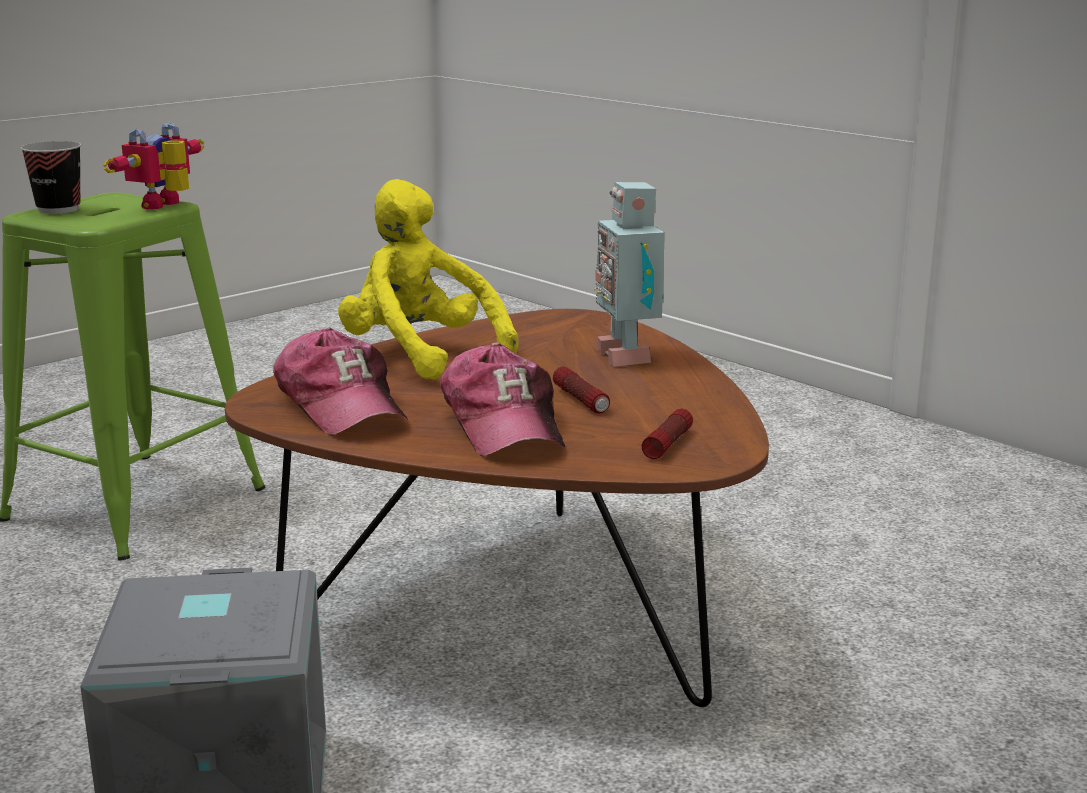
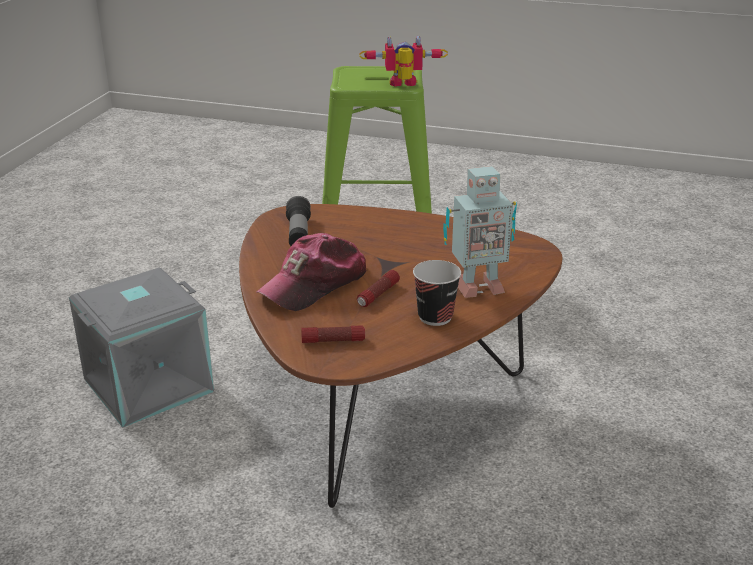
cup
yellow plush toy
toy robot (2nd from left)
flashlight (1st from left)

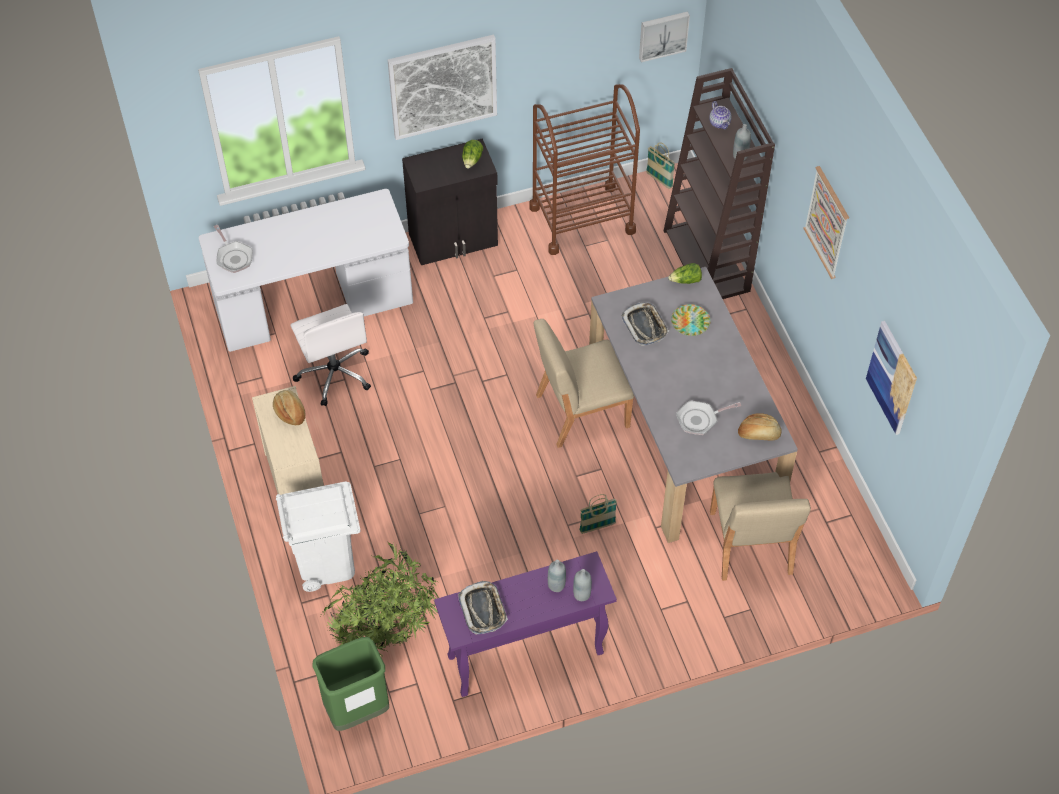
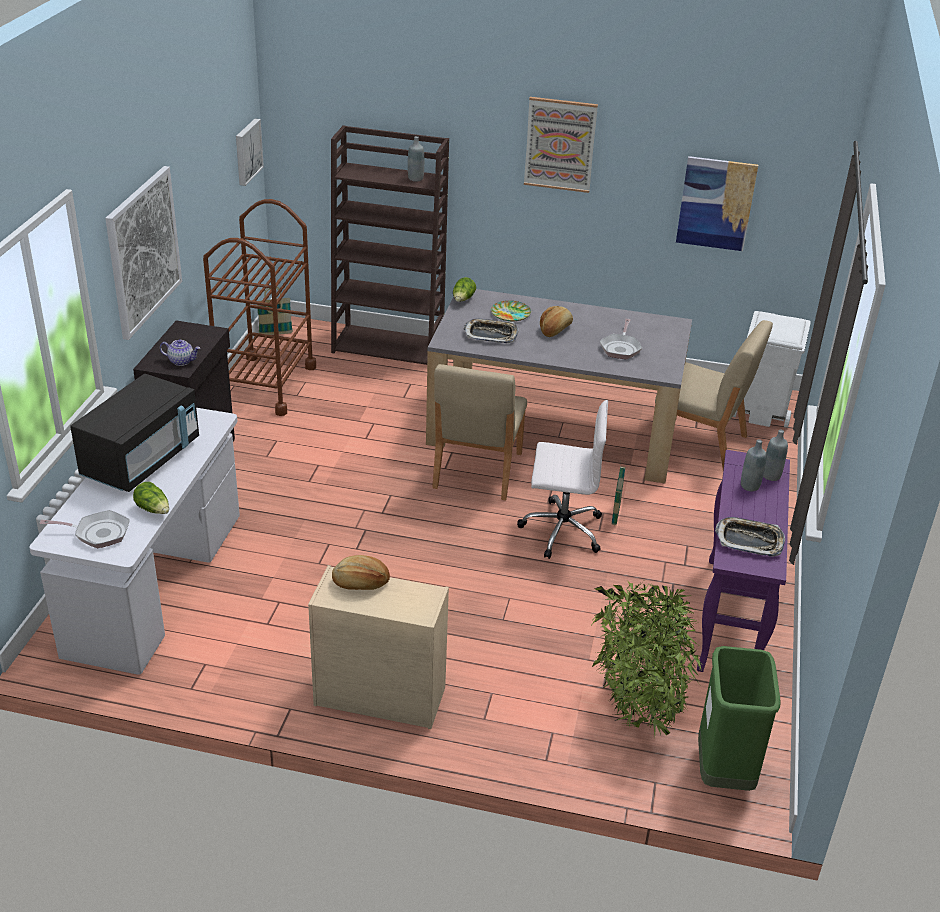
teapot
lettuce (1st from left)
white office chair
bread (2nd from left)
white trash can
black microwave

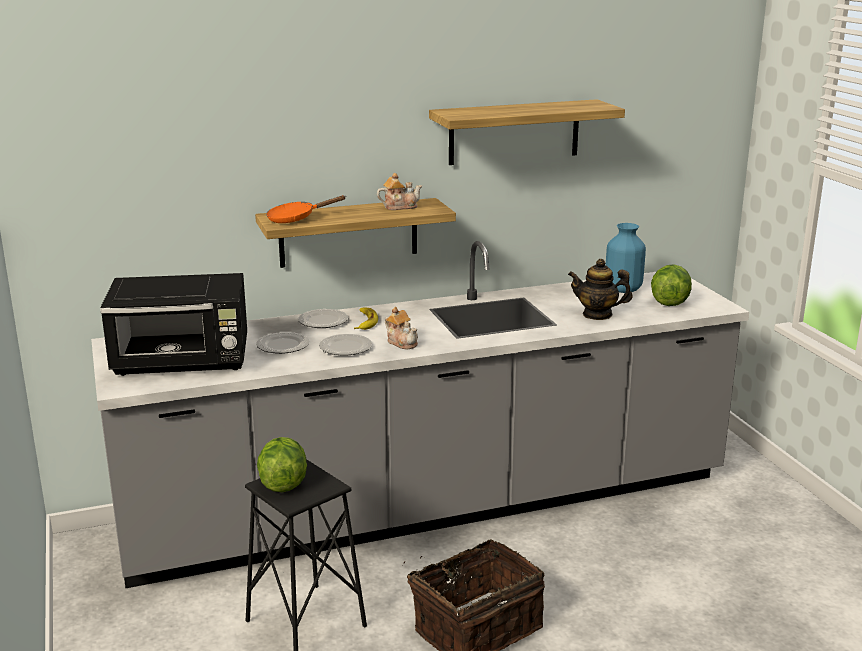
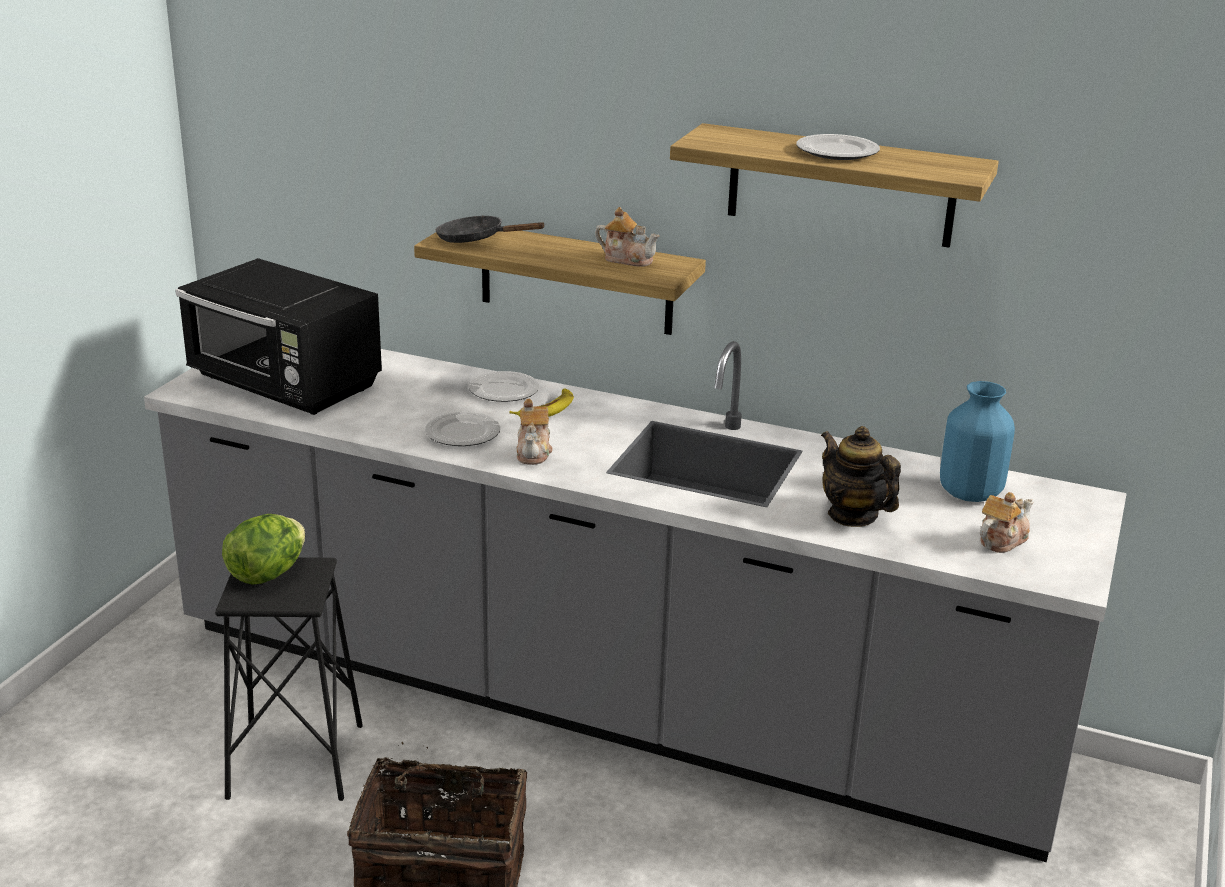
black frying pan
teapot (4th from left)
plate (3rd from left)

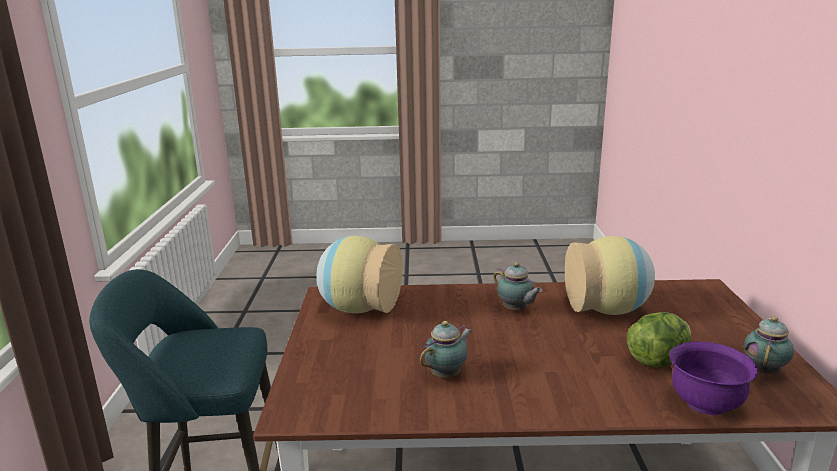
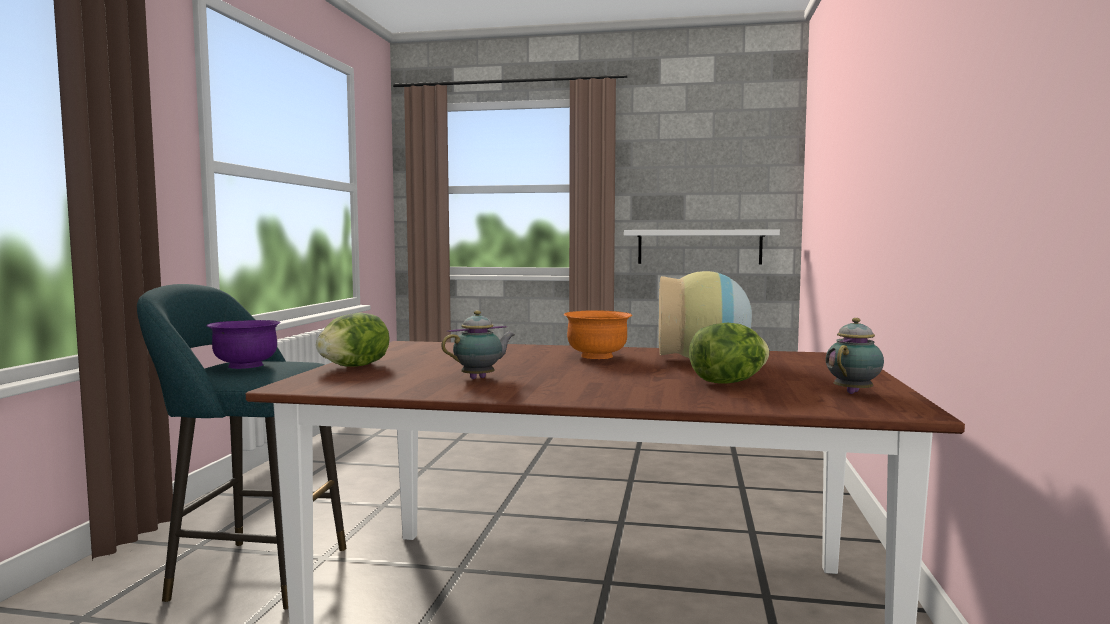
vase (1st from left in the first image)
orange bowl
purple bowl
white shelf
lettuce (1st from left)

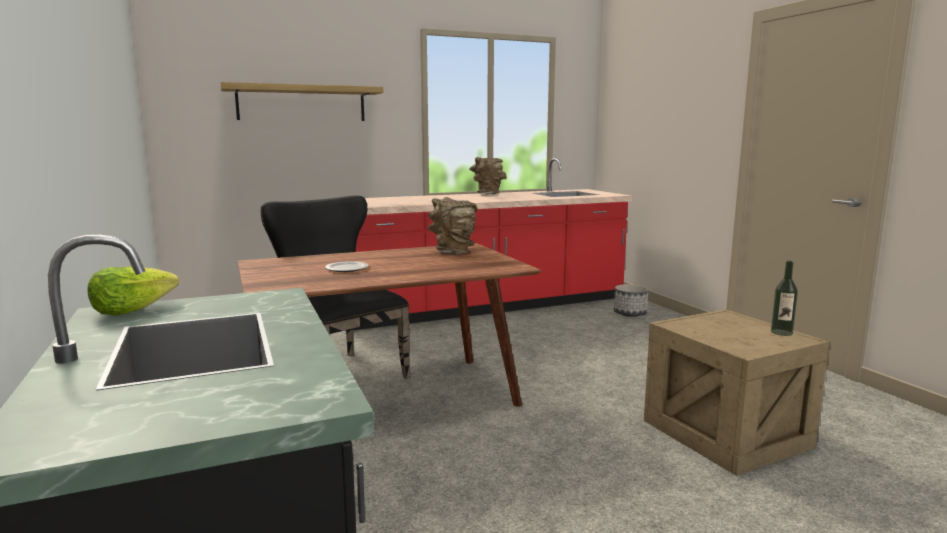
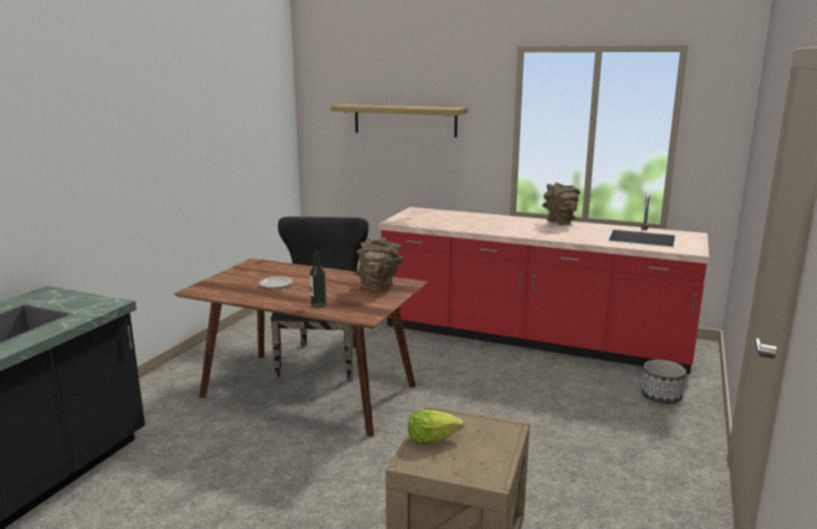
bottle
lettuce

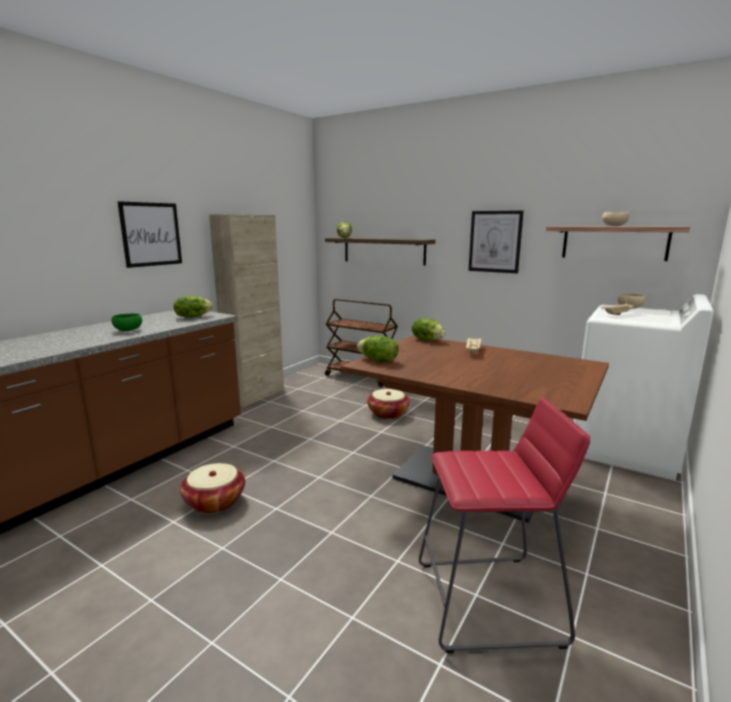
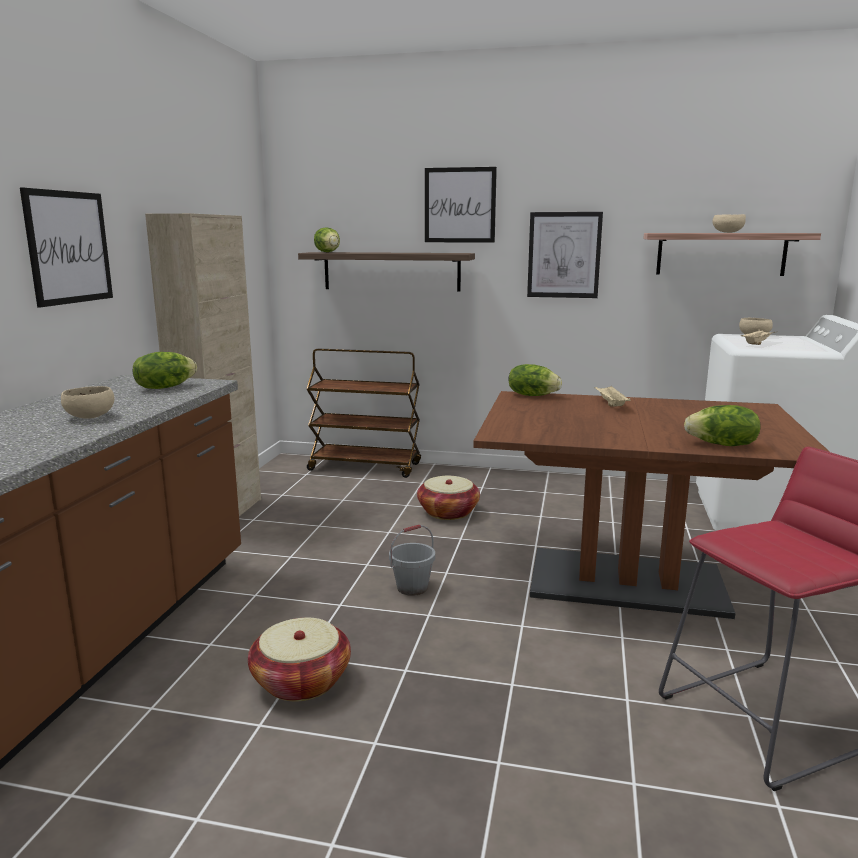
beige bowl (1st from left)
lettuce (4th from left)
picture (2nd from left)
grey bucket

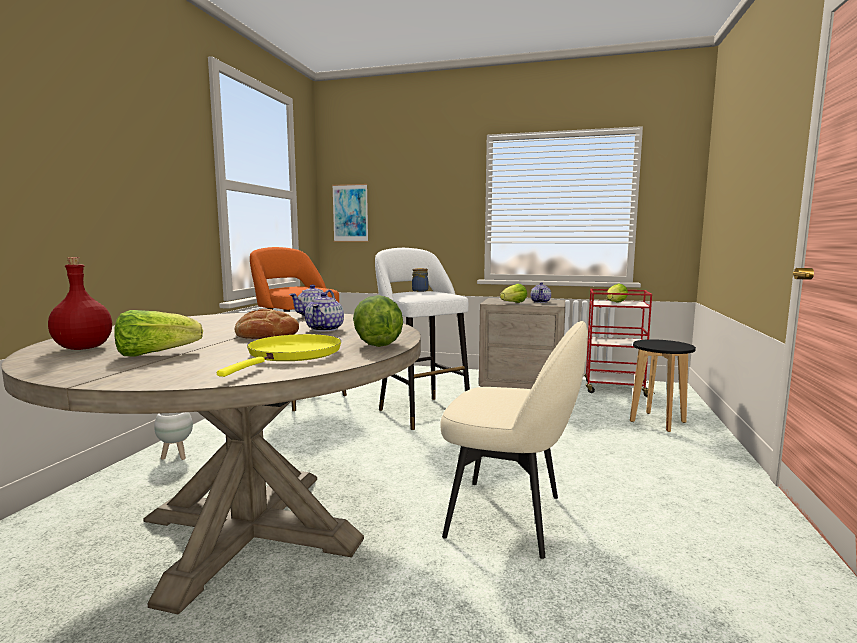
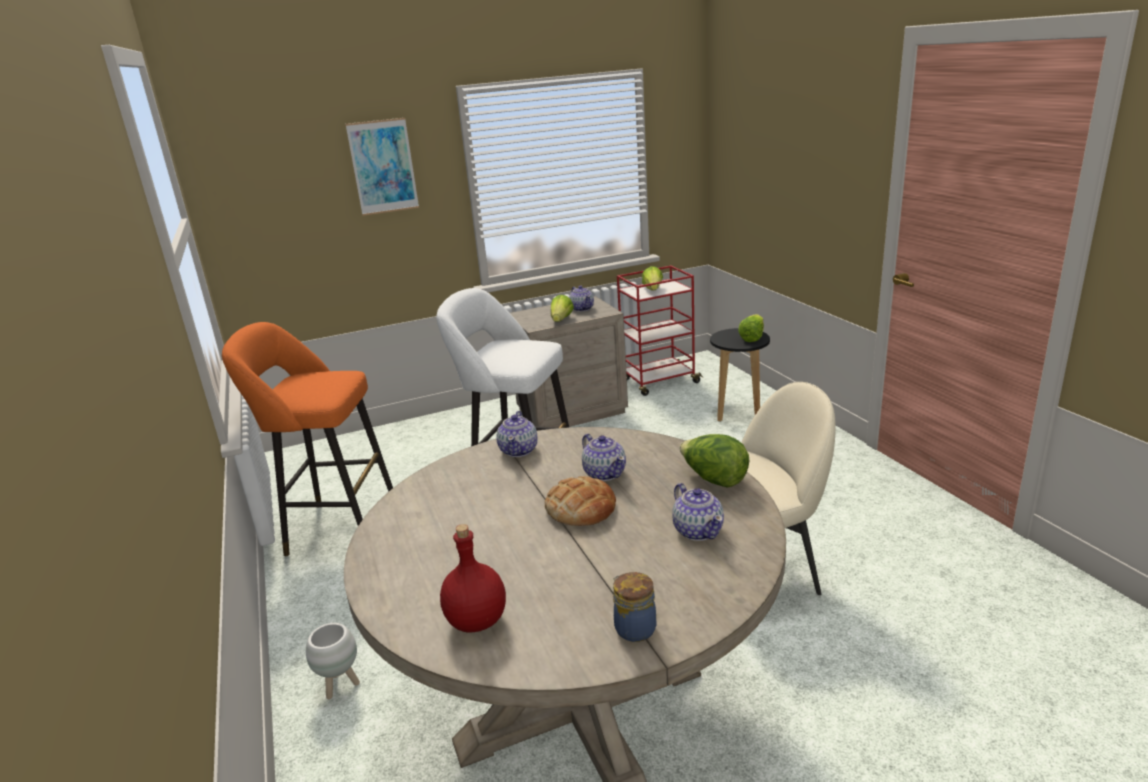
picture
jar
lettuce (4th from left)
teapot (4th from left)

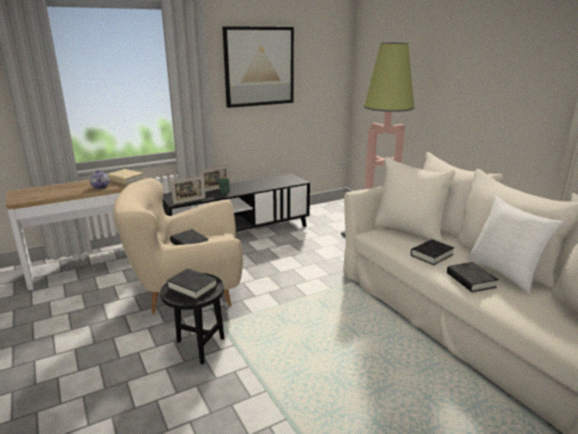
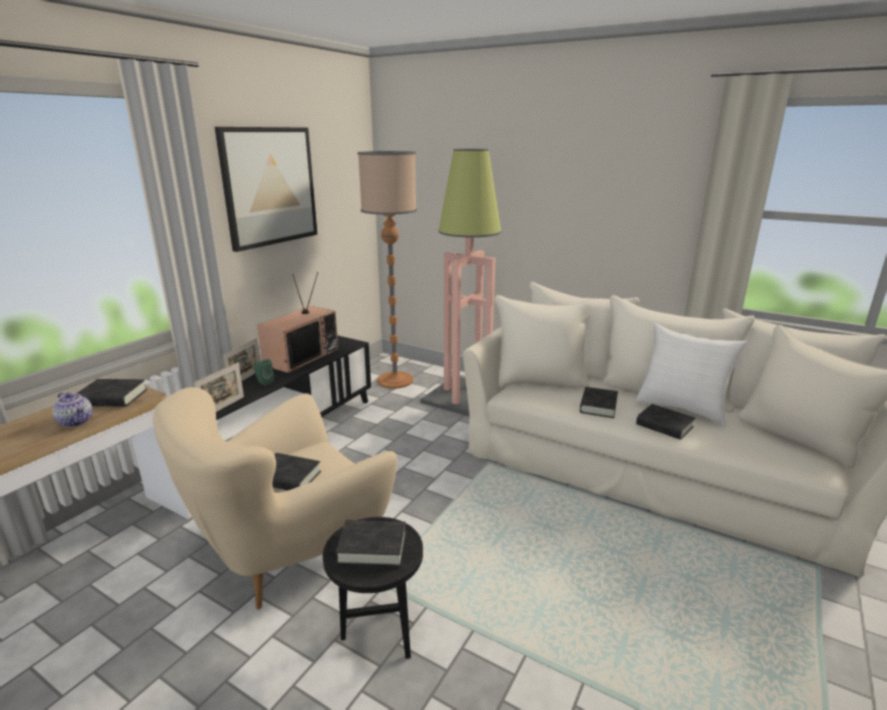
black book (1st from left)
floor lamp (1st from left)
television

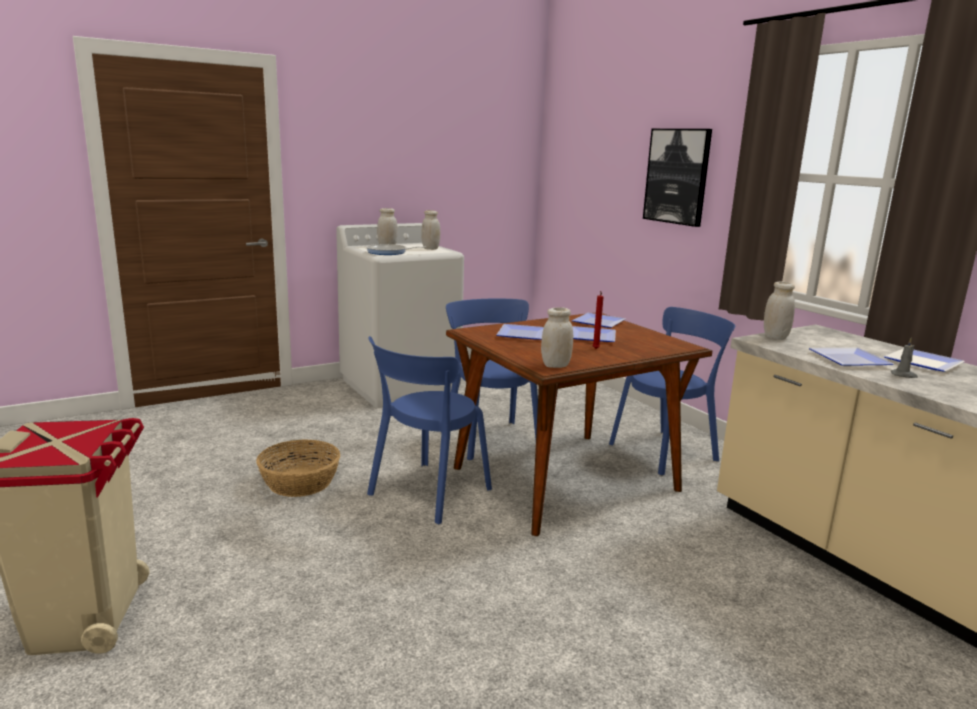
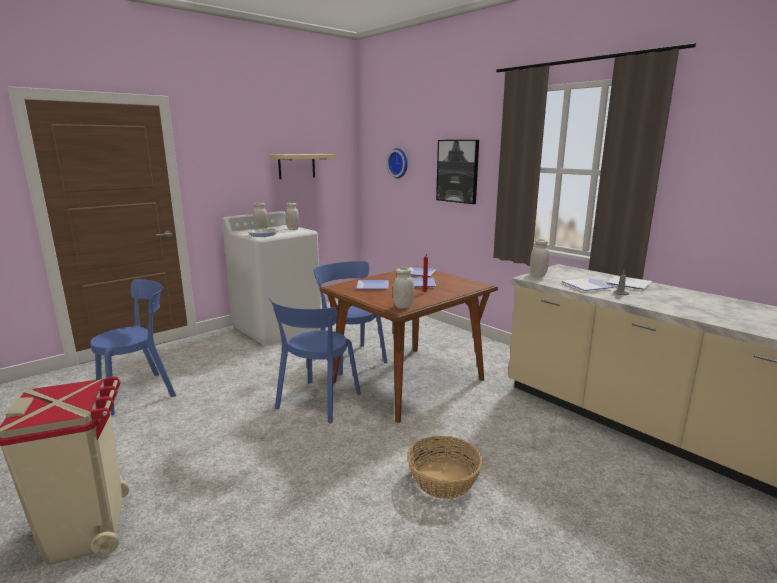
blue chair (1st from left)
basket
wall clock
beige shelf

